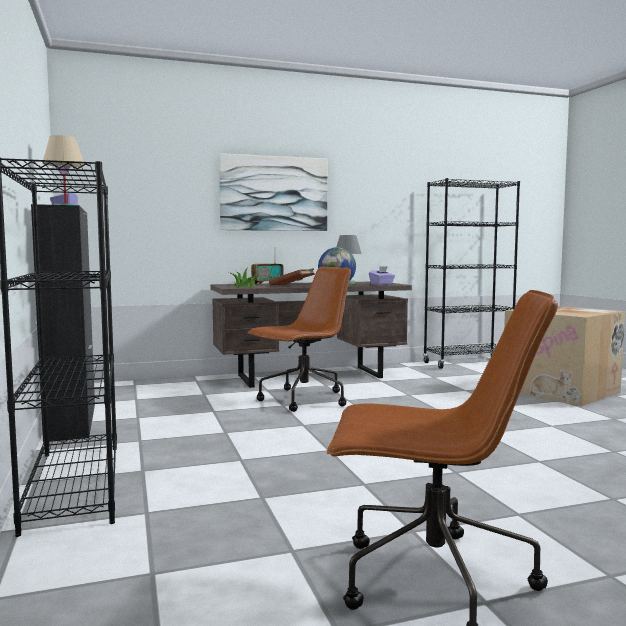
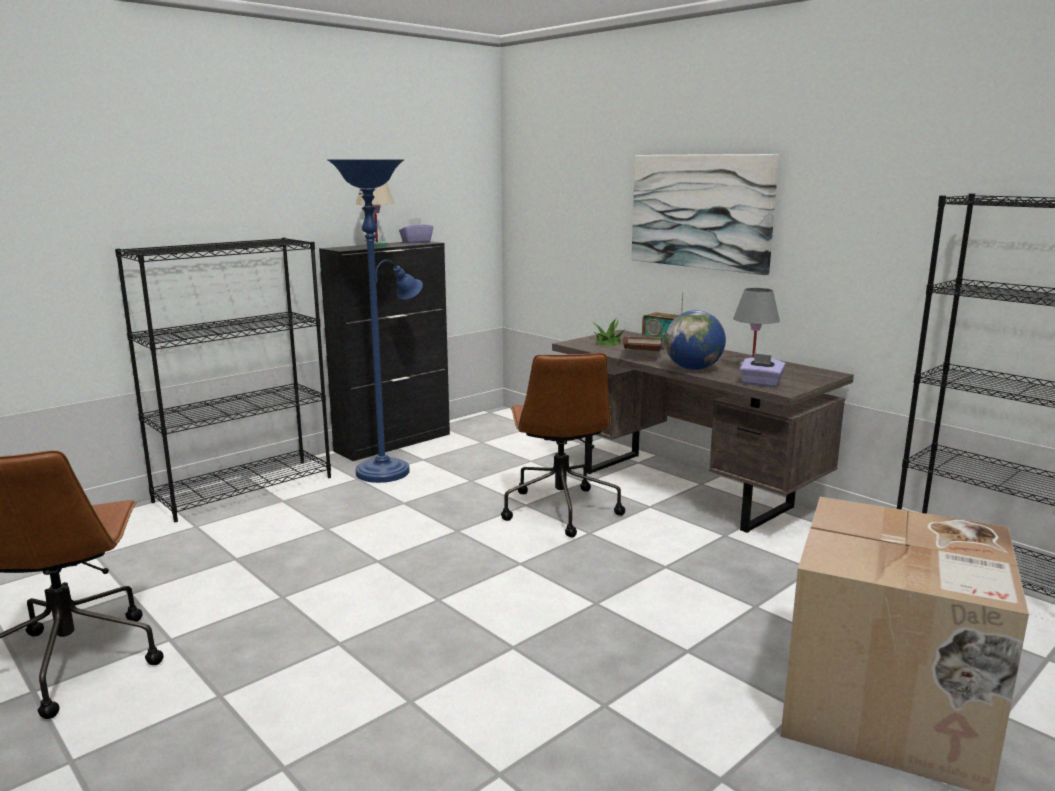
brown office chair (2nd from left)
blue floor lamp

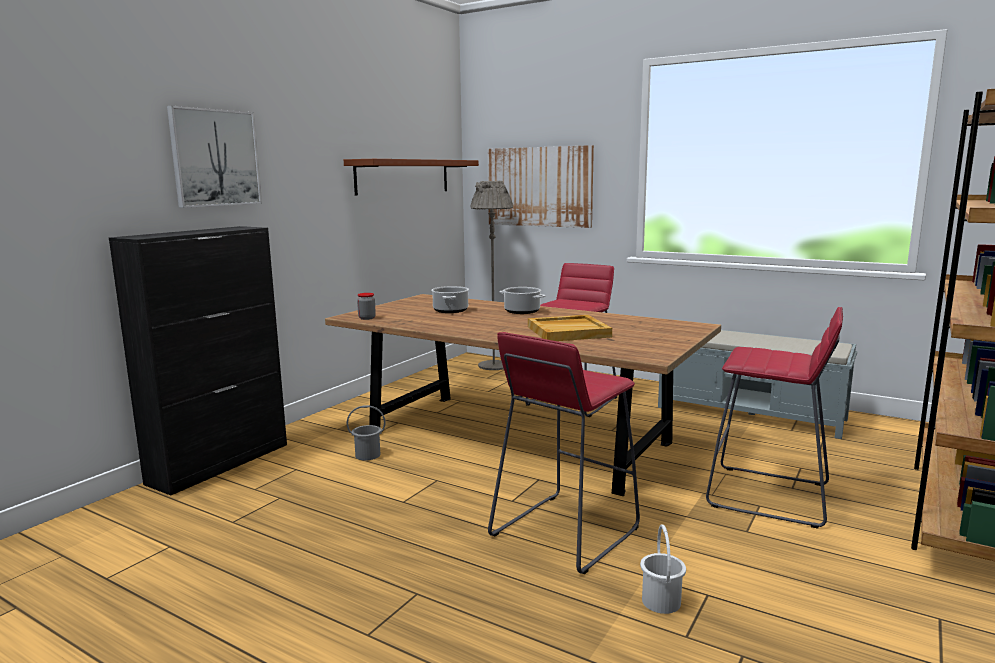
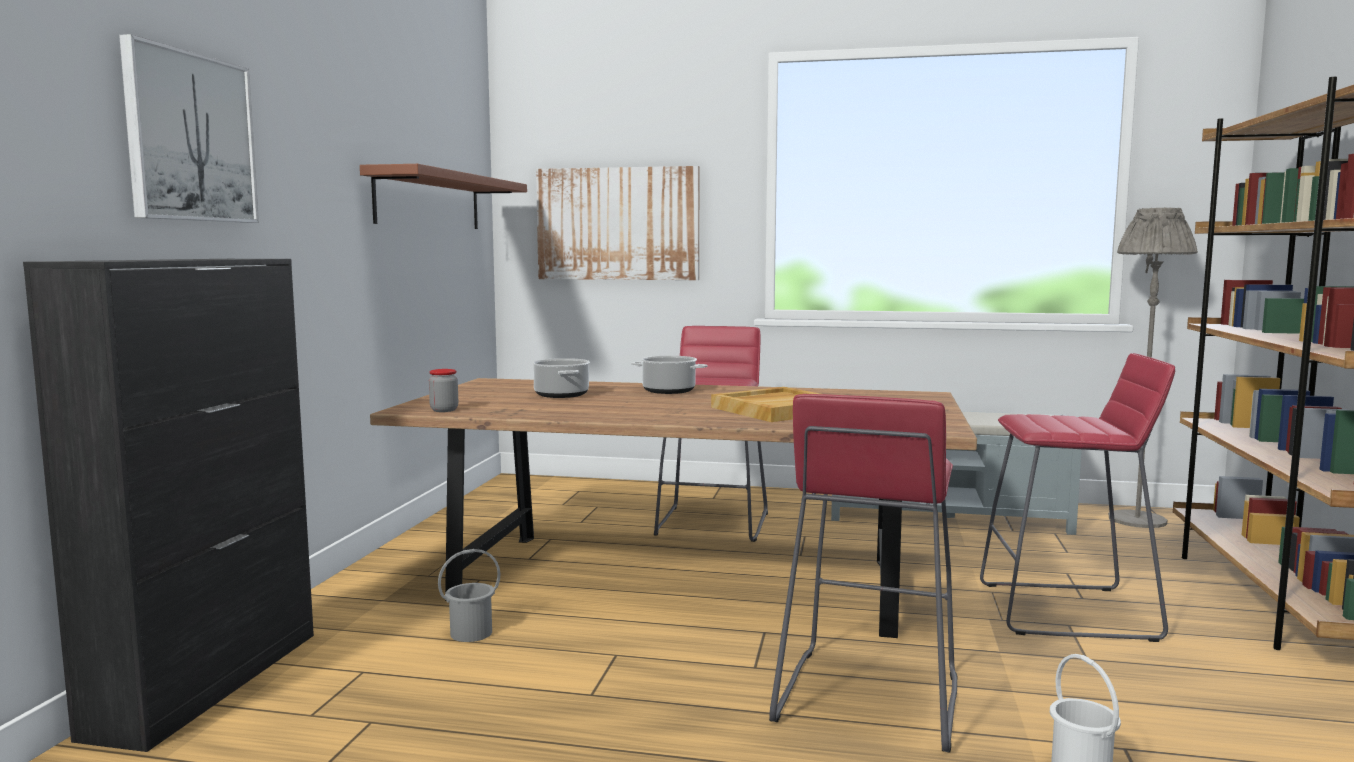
grey floor lamp

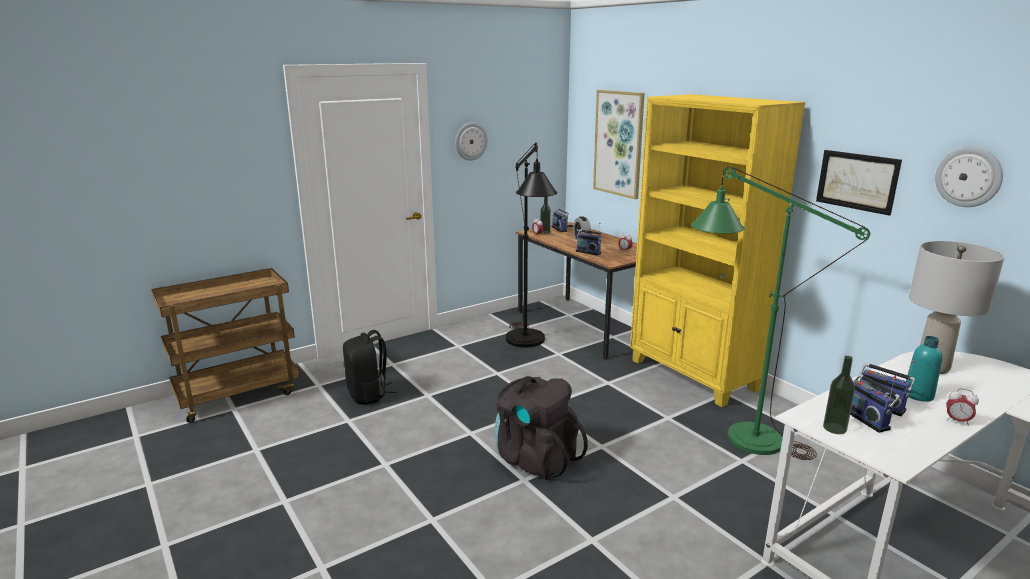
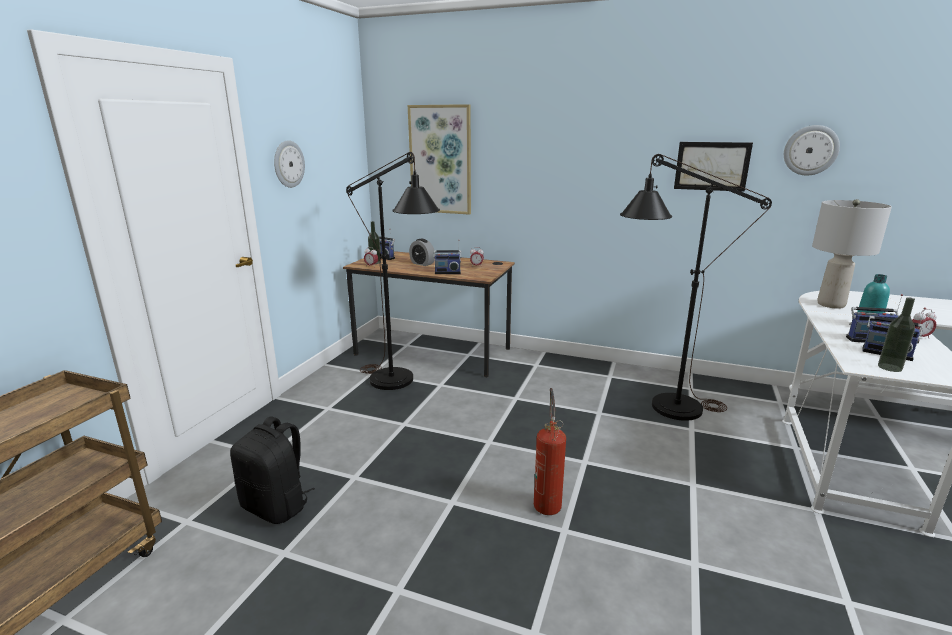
yellow bookcase
black floor lamp (2nd from left)
fire extinguisher

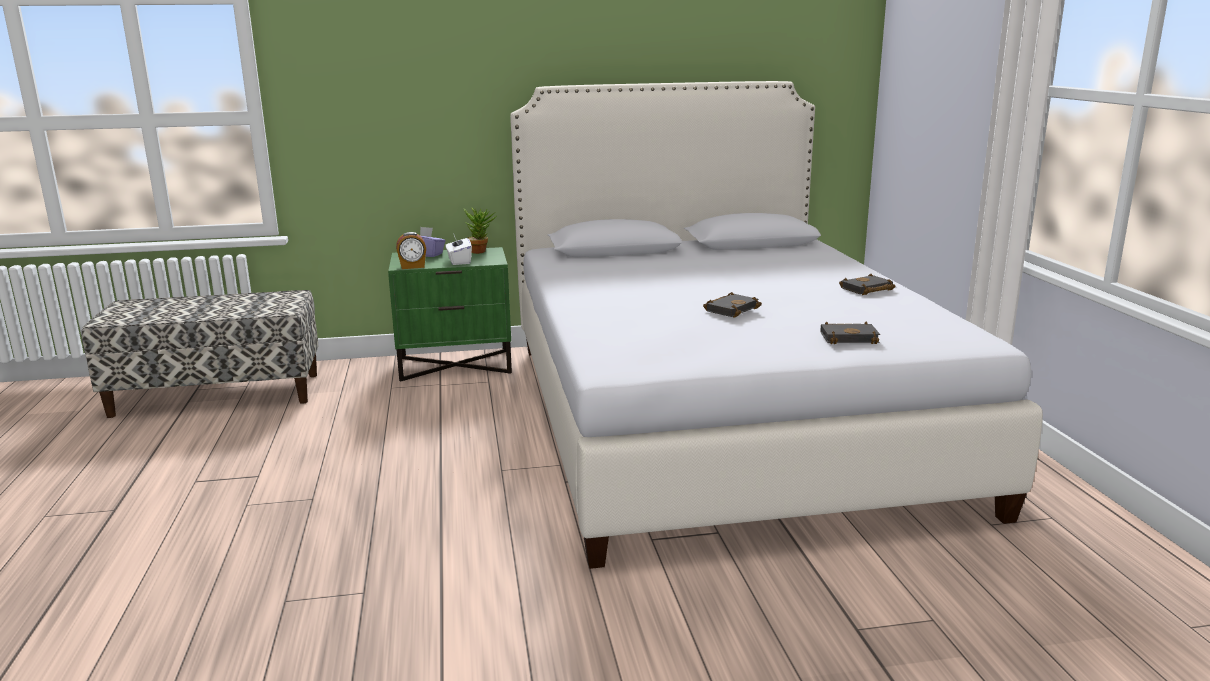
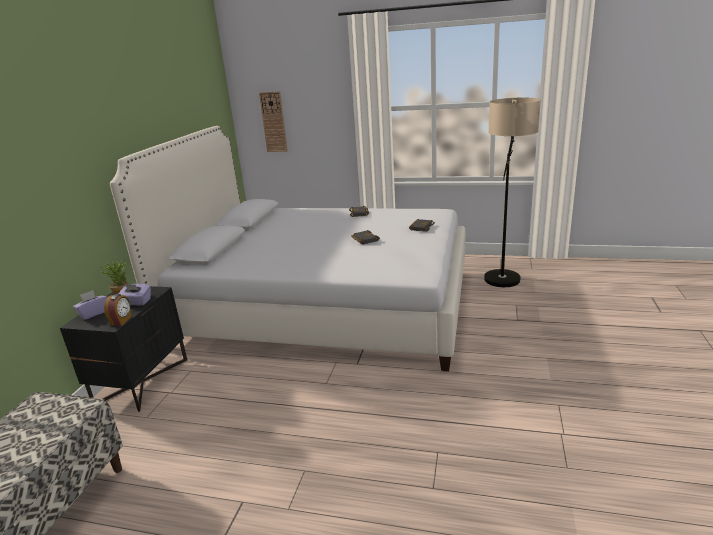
purple tissue box (2nd from left)
black nightstand
wall clock
floor lamp

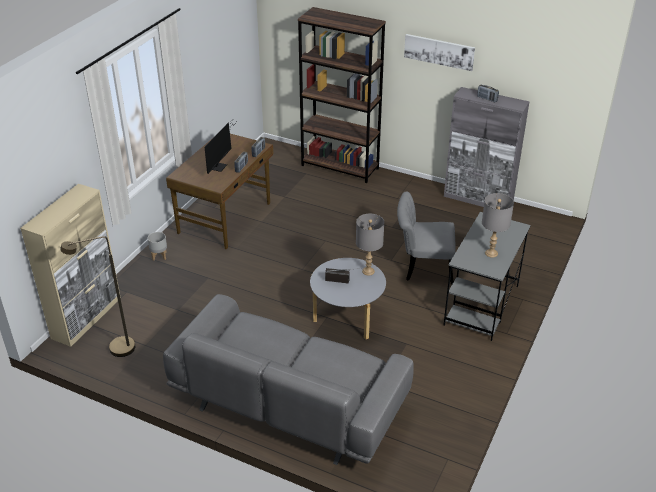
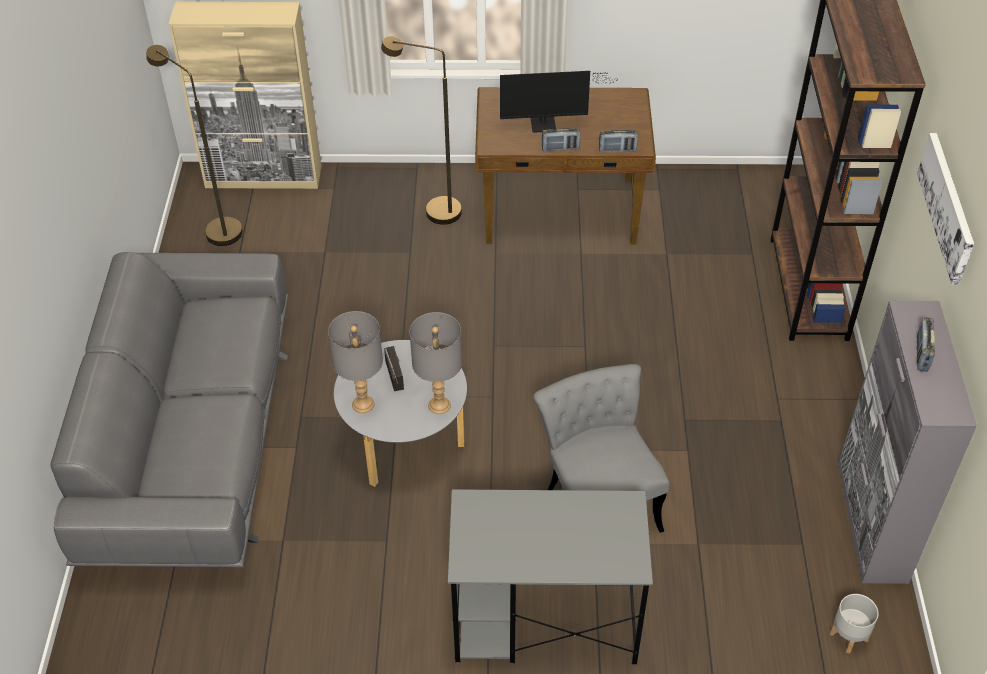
grey table lamp (1st from left)
grey planter
brown floor lamp (2nd from left)

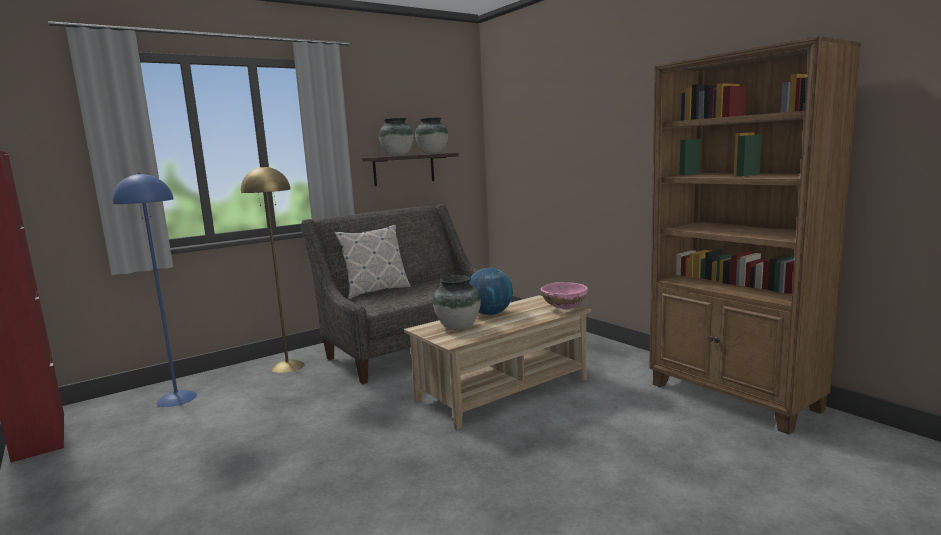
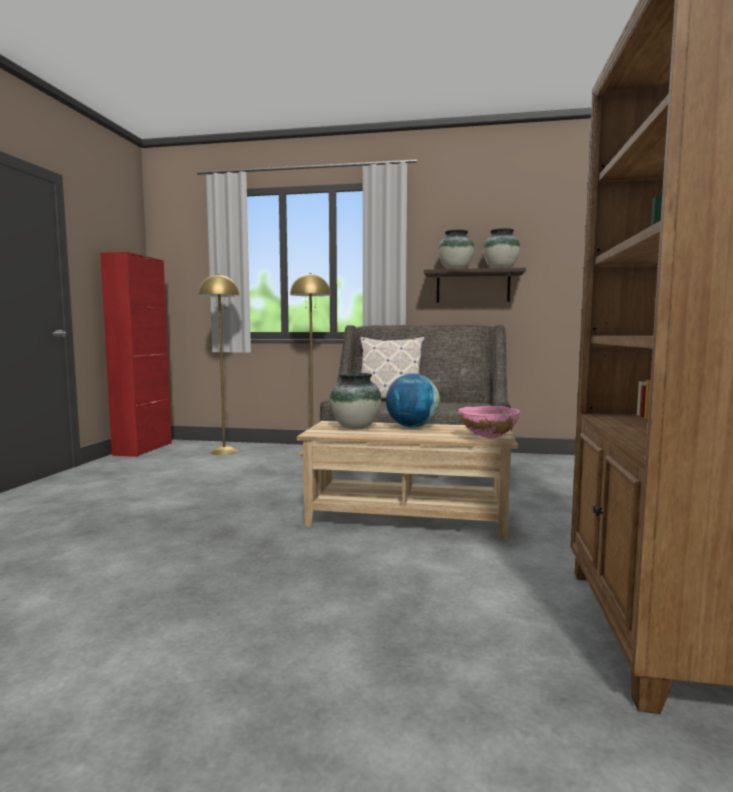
yellow floor lamp (1st from left)

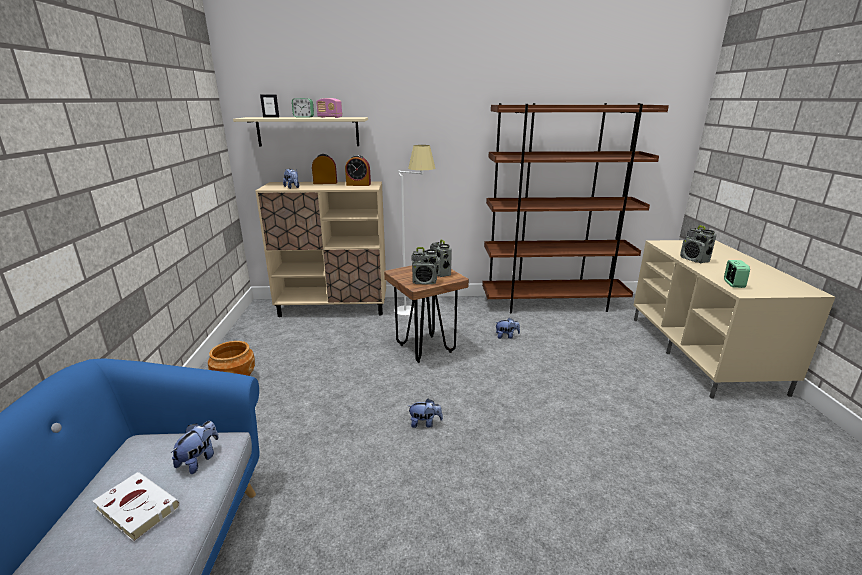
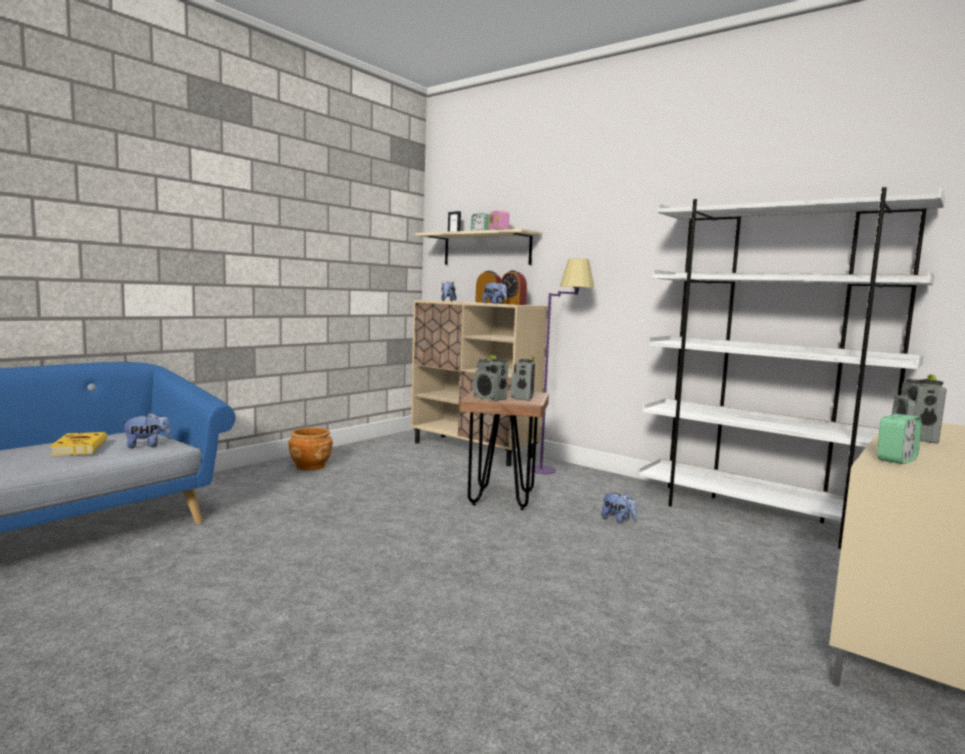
white bookcase
purple floor lamp
plush toy (3rd from left)
yellow book

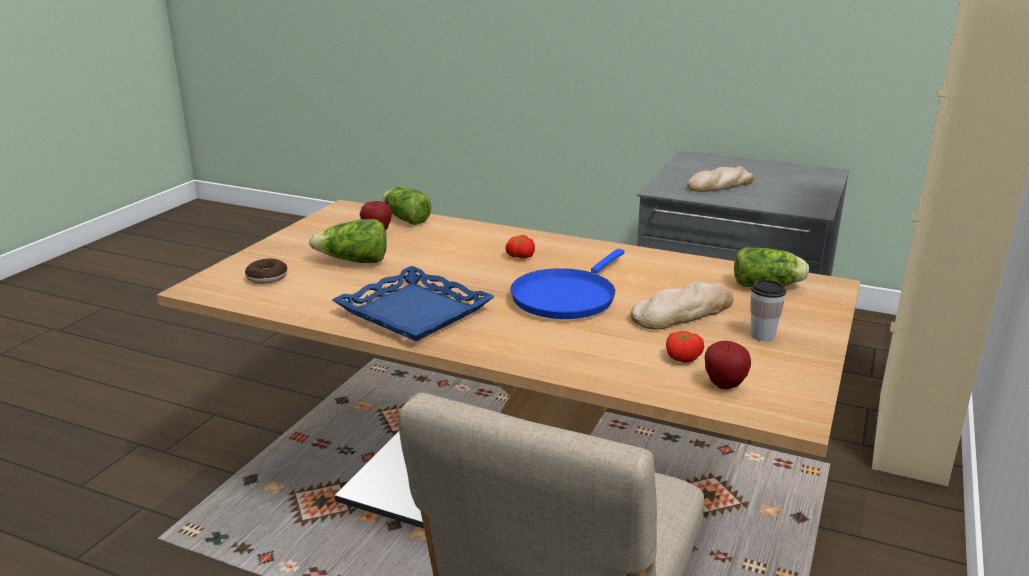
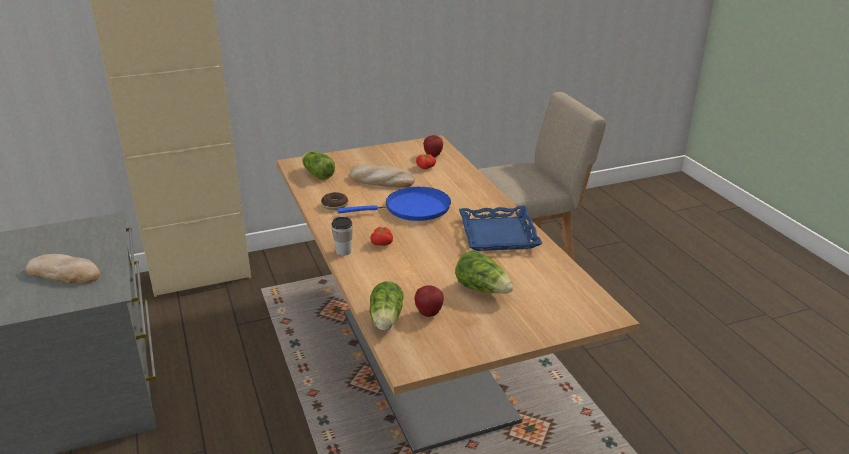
donut
cup

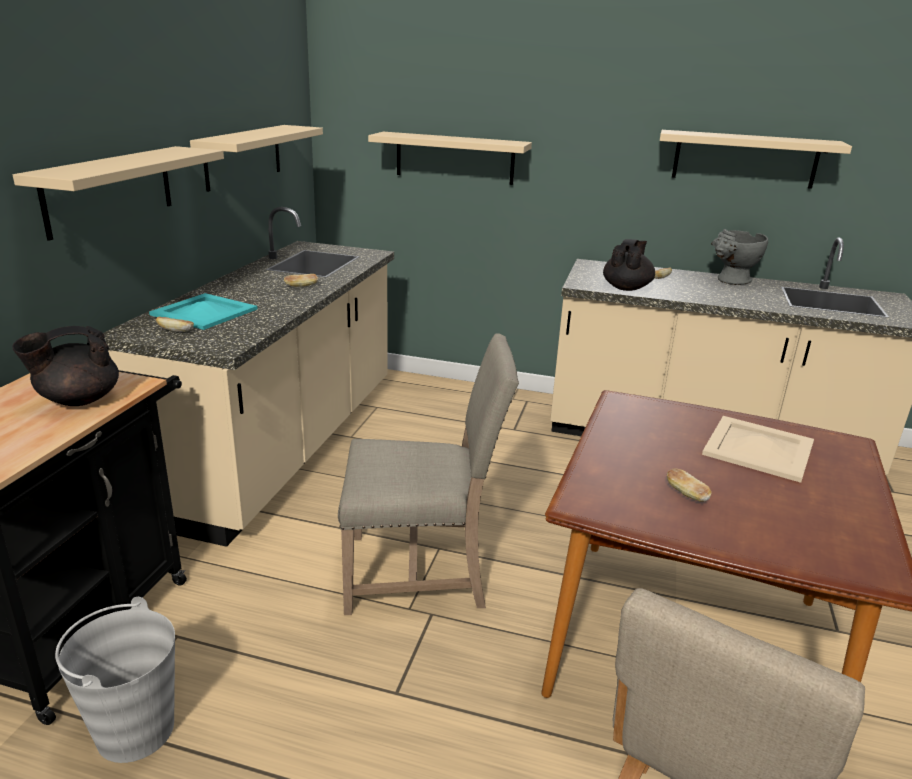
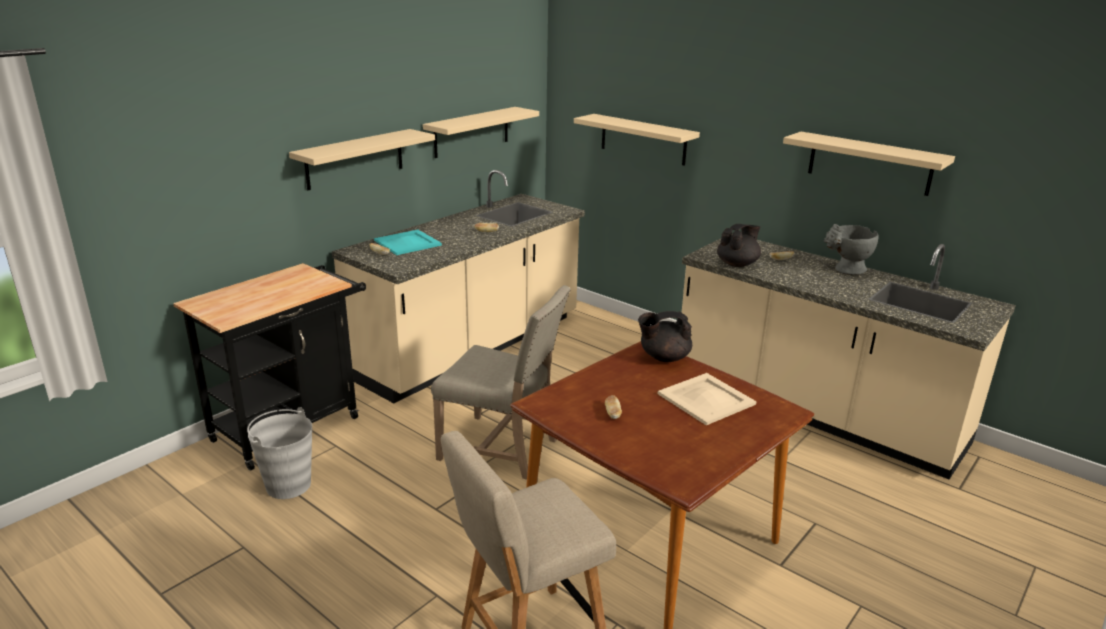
black teapot (1st from left)

